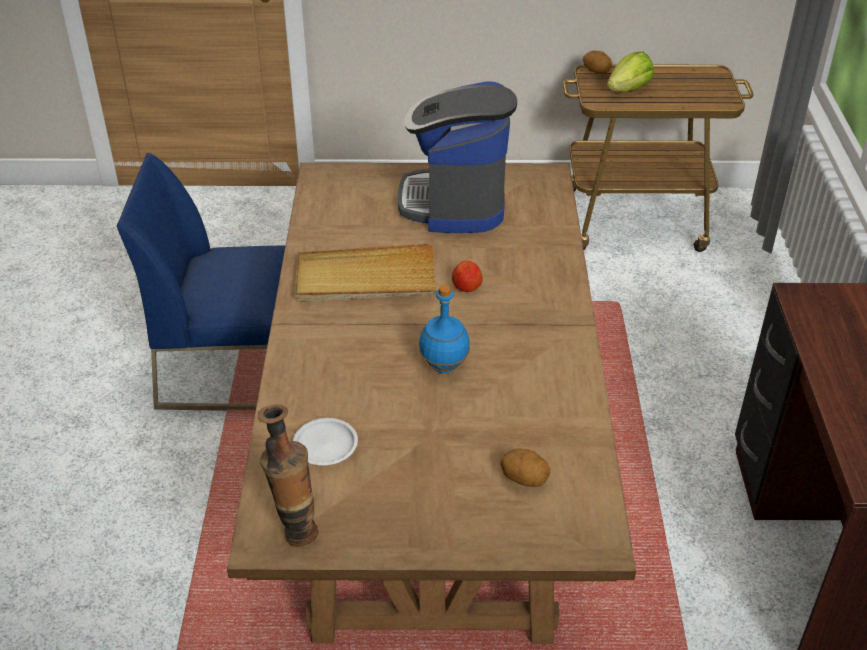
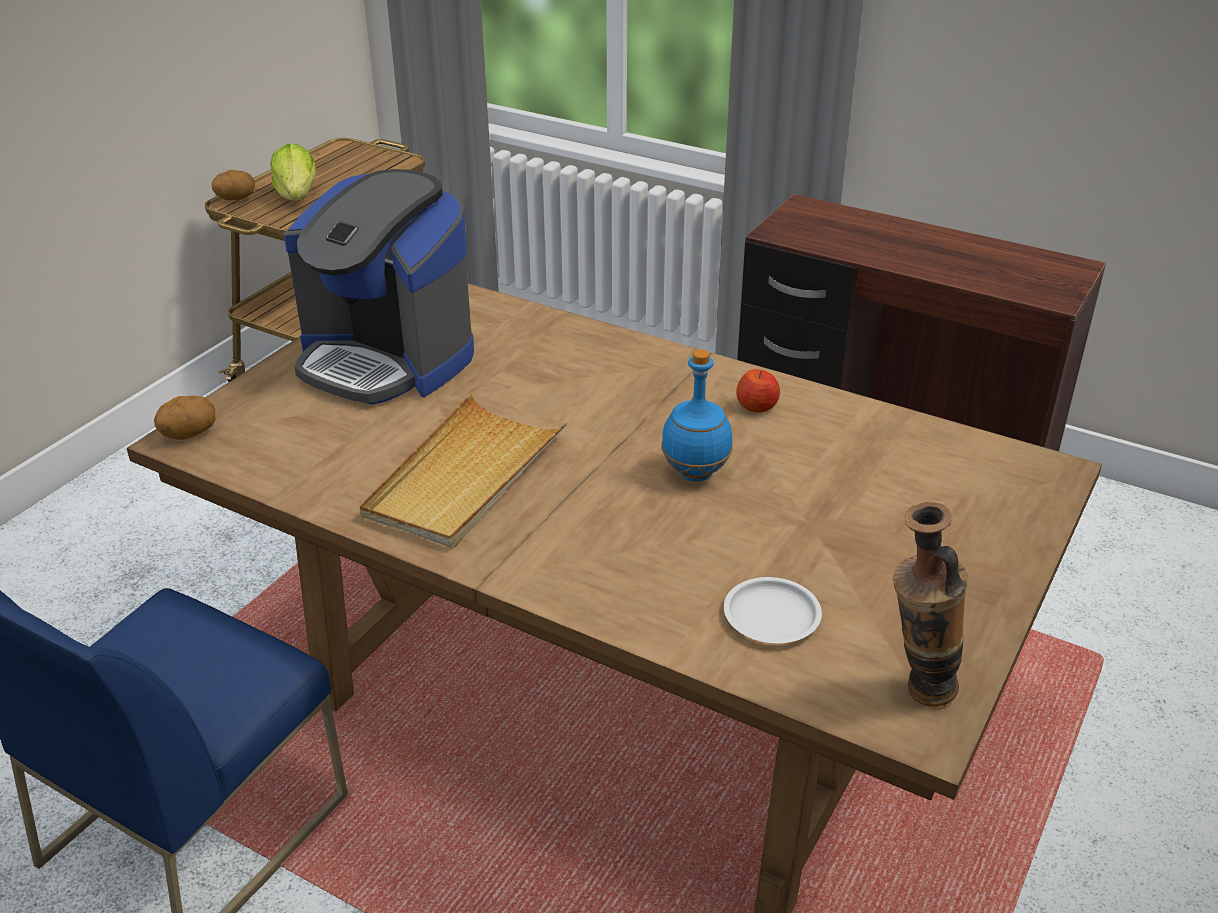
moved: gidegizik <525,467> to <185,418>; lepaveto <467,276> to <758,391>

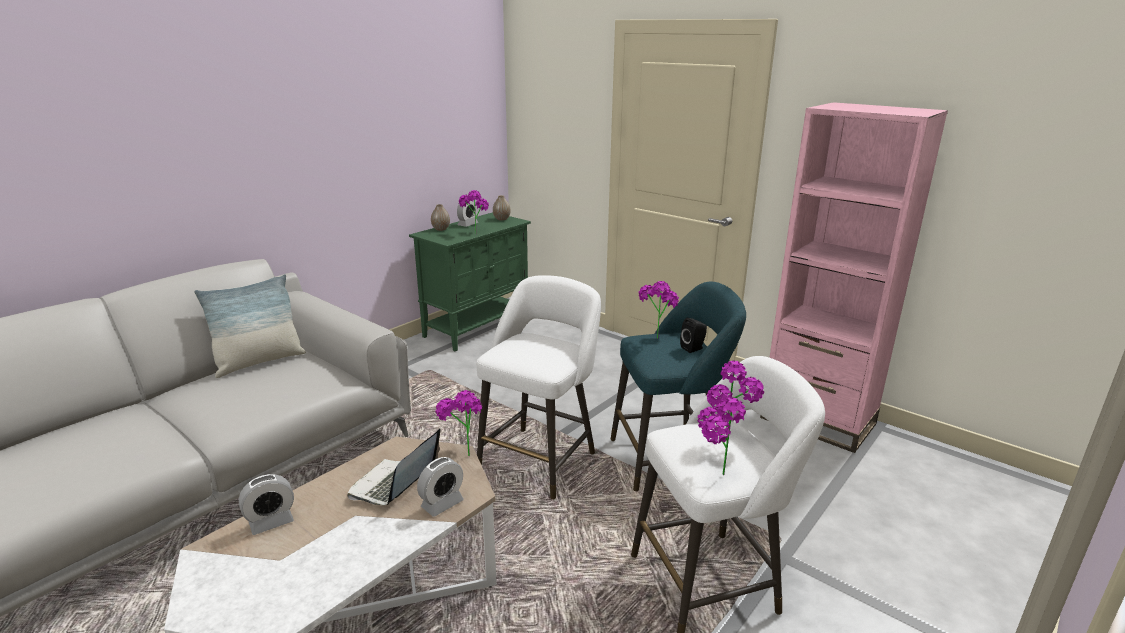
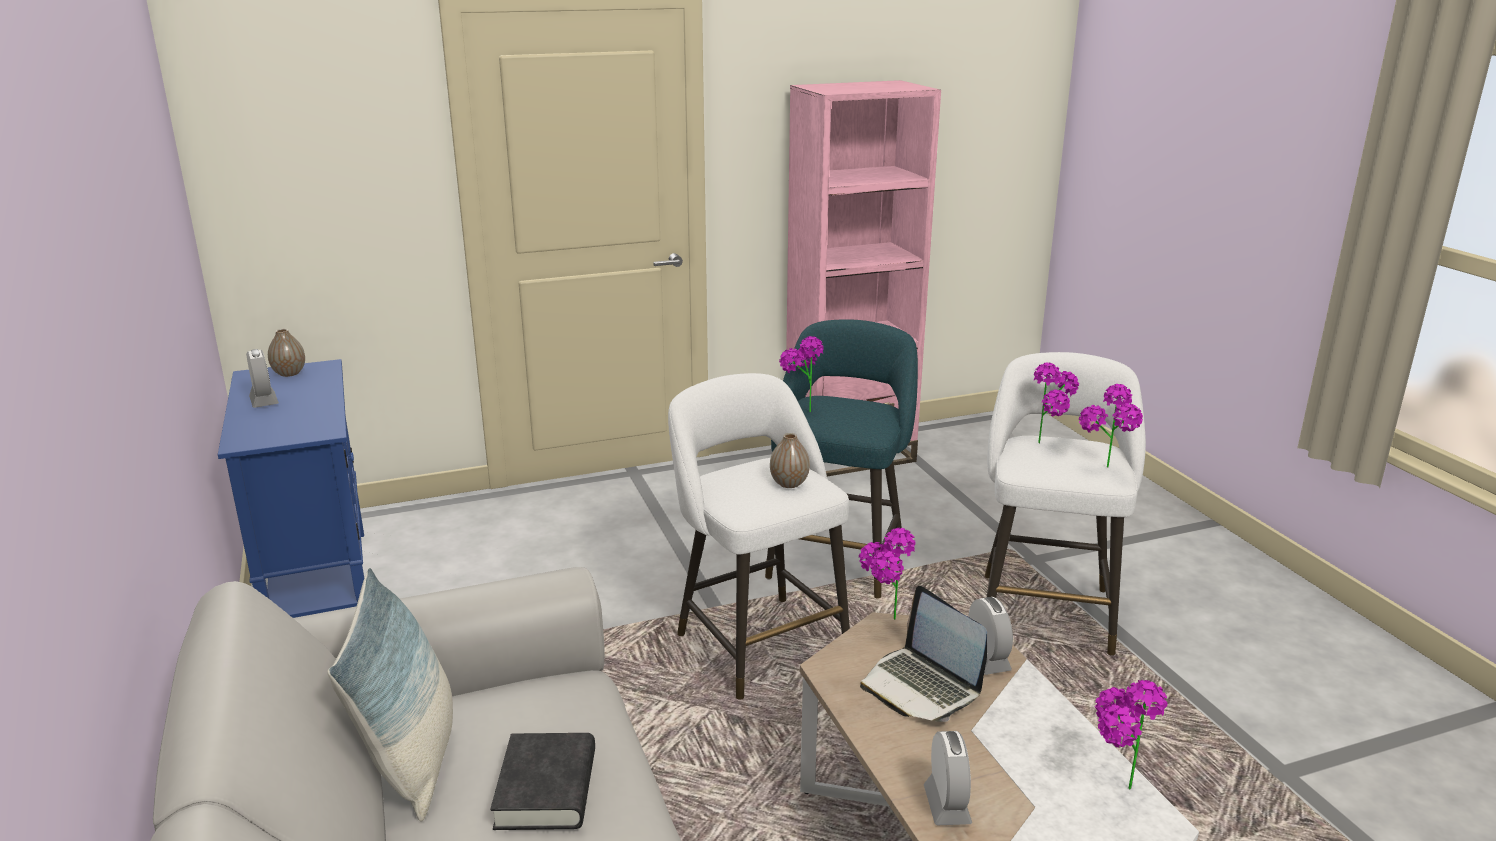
removed: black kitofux <693,335>
added: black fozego <542,781>
moved: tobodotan <440,217> to <790,460>; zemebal <474,212> to <1131,735>
recoloured: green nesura <470,281> to blue nesura <291,488>

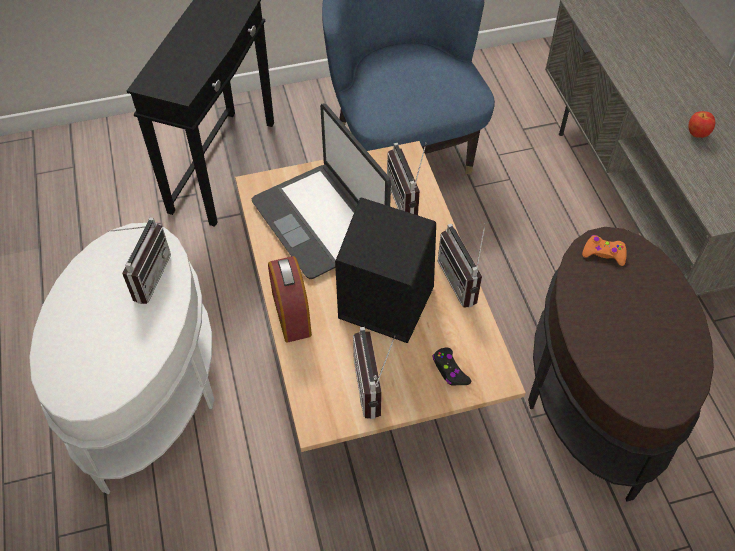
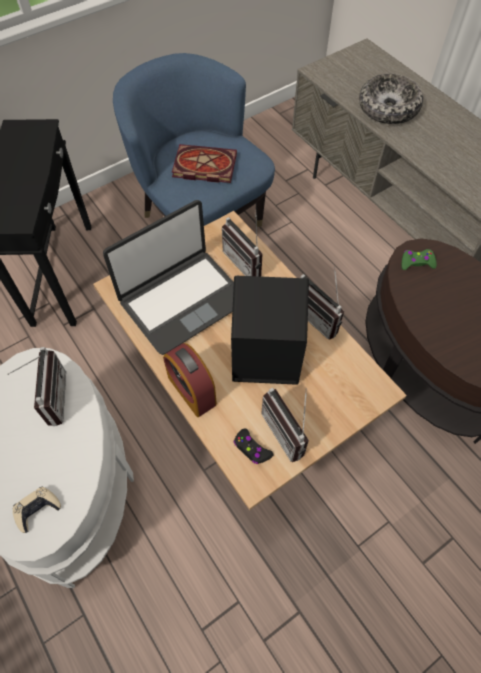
removed: lepaveto <701,124>
added: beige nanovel <37,510>; fozego <204,163>; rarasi <391,99>
moved: black nanovel <452,366> to <253,446>
recoloured: orange nanovel <604,250> to green nanovel <419,259>
turned: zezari <321,191> = <168,277> 75 degrees counterclockwise

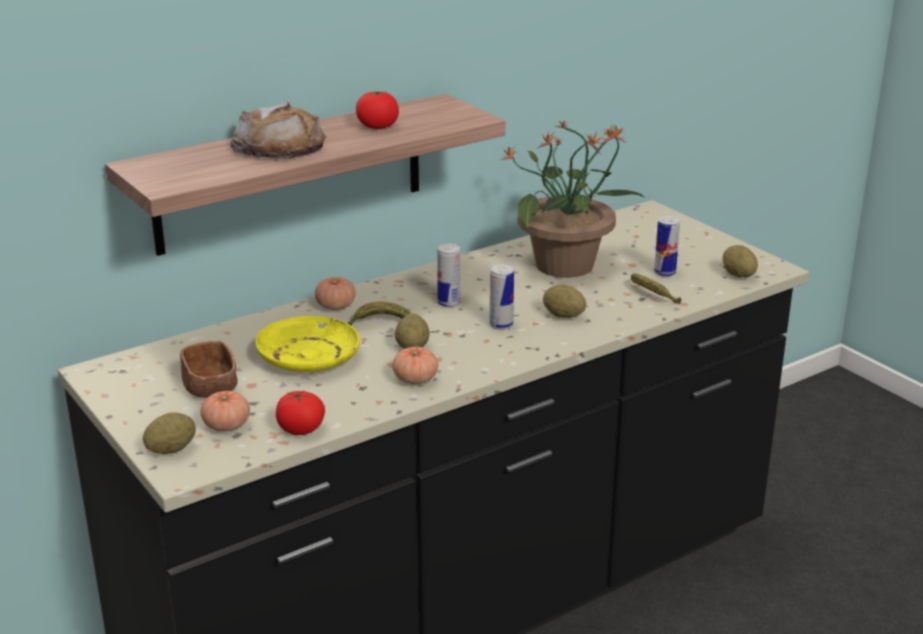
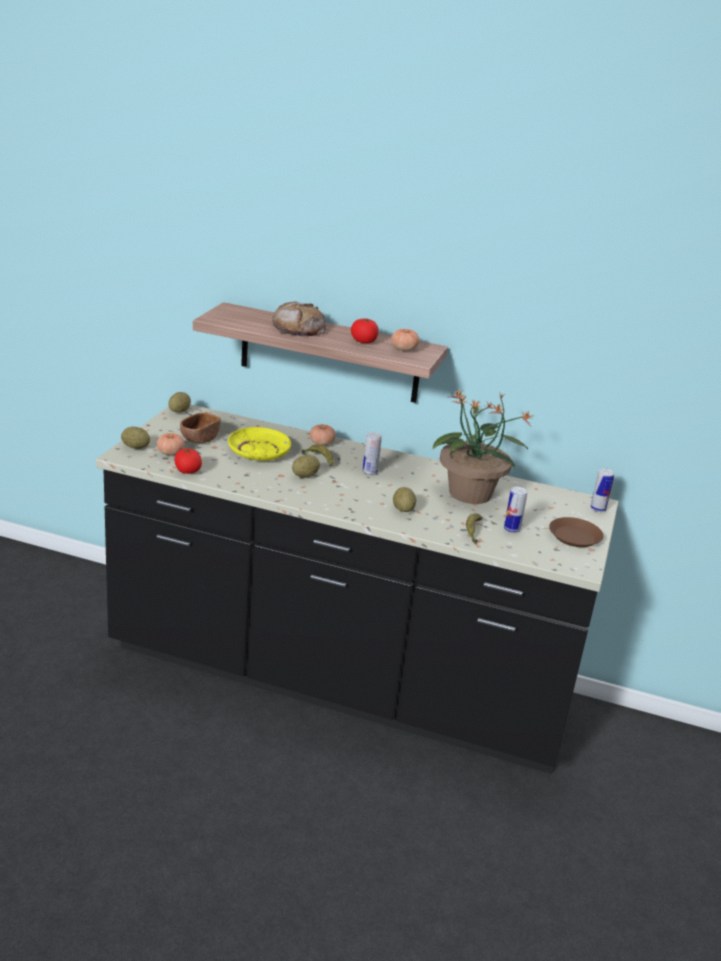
added: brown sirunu <576,532>
moved: gidegizik <740,261> to <179,402>; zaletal <415,365> to <405,340>; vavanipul <502,297> to <602,490>

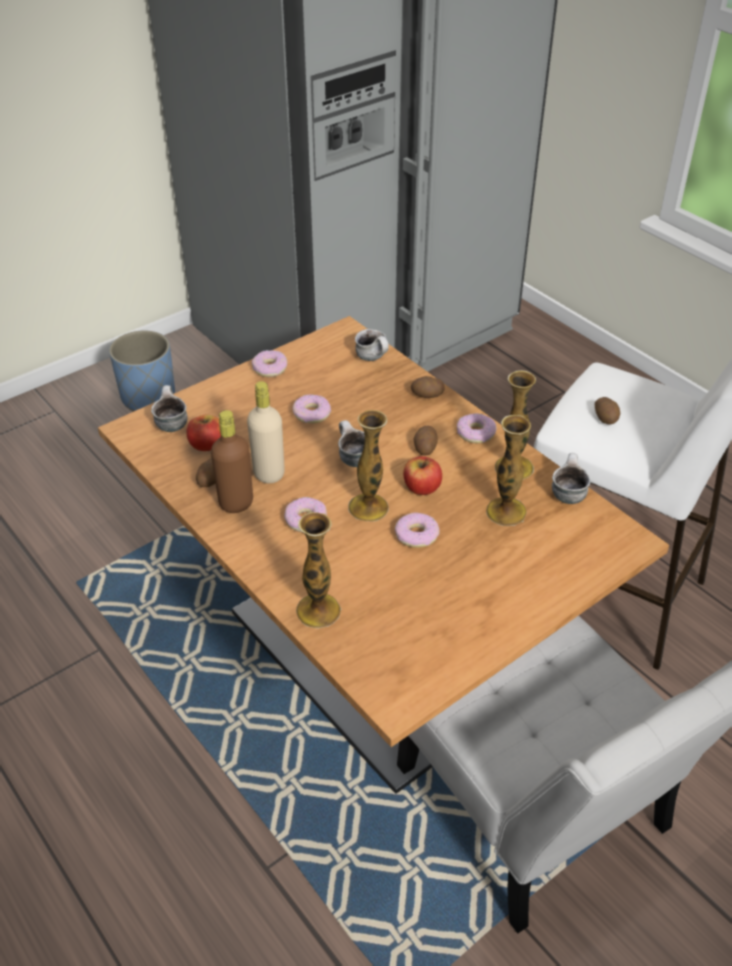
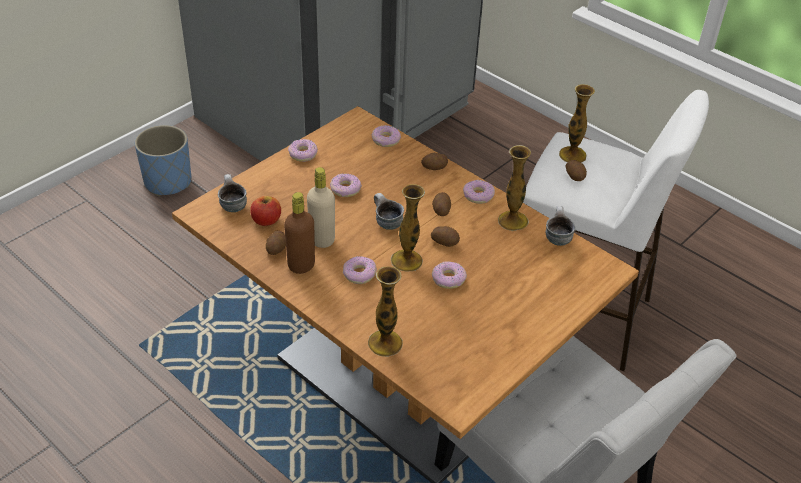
moved: tobodotan <508,470> to <577,123>
replaced: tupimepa <372,345> to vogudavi <386,136>; lepaveto <422,475> to gidegizik <445,236>

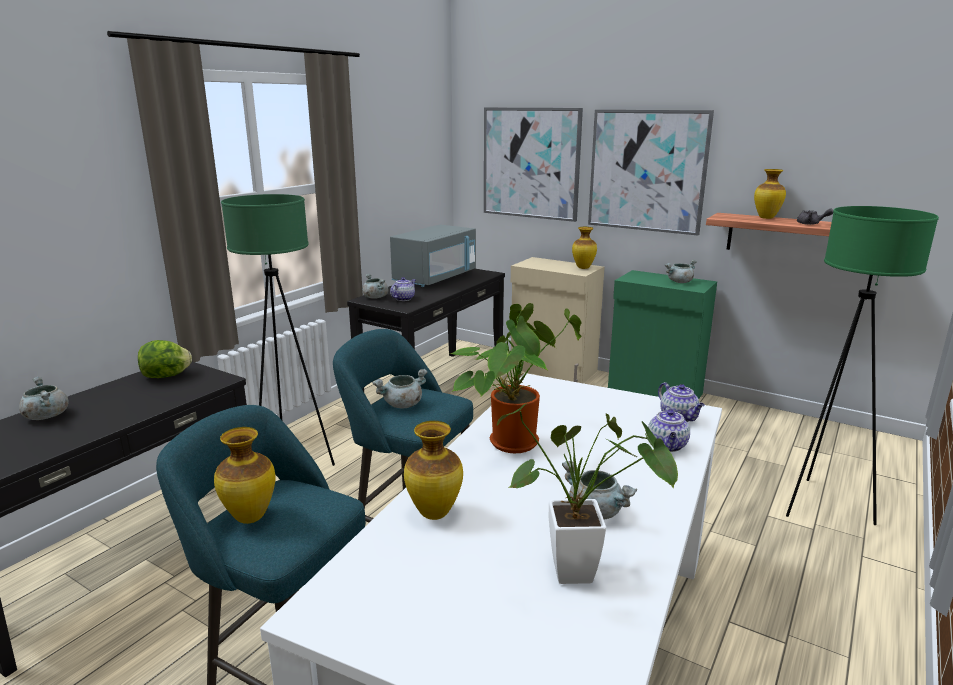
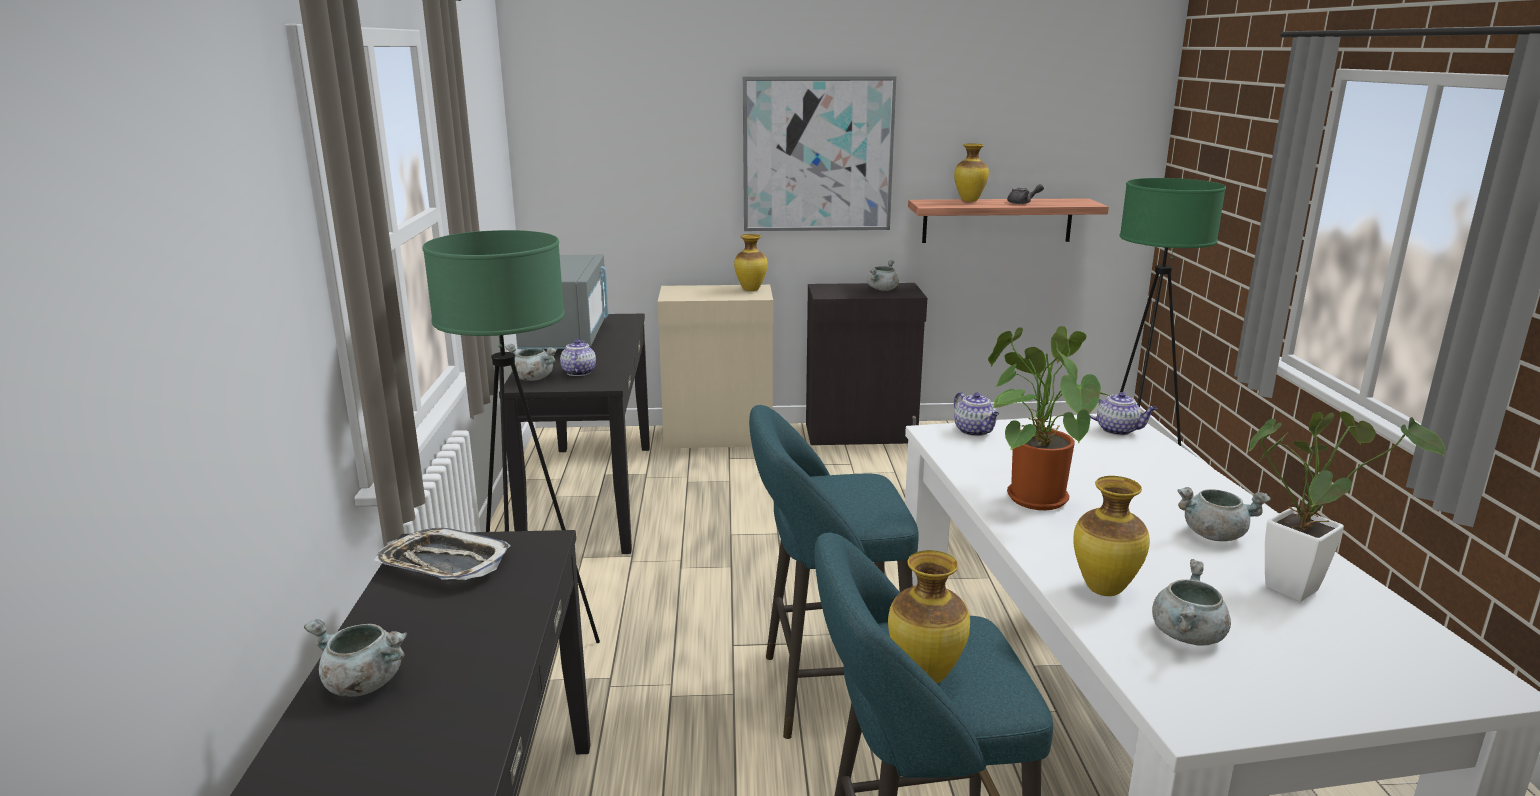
removed: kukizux <533,165>
moved: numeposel <669,429> to <976,414>; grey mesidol <399,388> to <1191,602>
replaced: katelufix <165,359> to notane <442,554>
recoloured: green nesura <662,334> to black nesura <866,364>

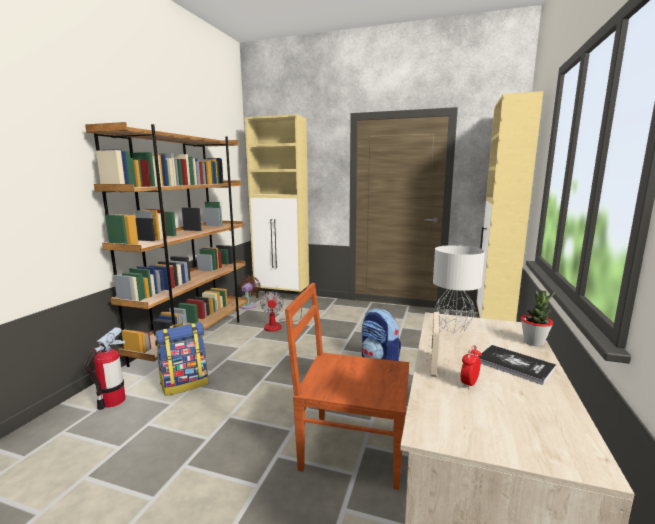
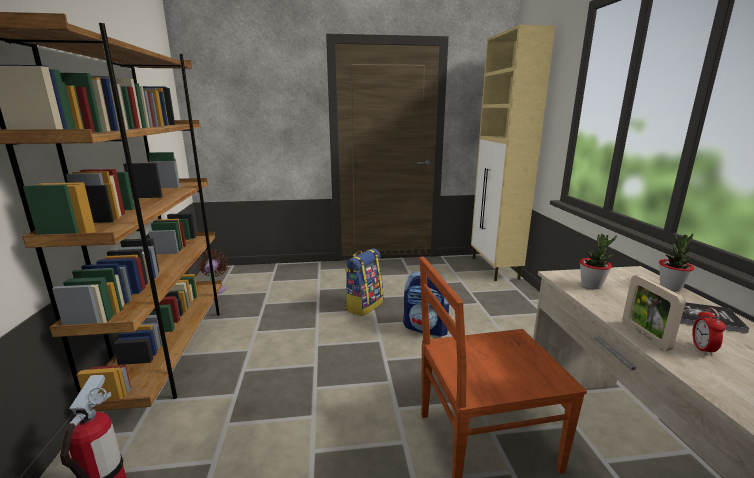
removed: beige nesura <277,206>; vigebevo <281,312>
moved: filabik <181,359> to <364,282>
replaced: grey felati <459,289> to zemebal <598,261>

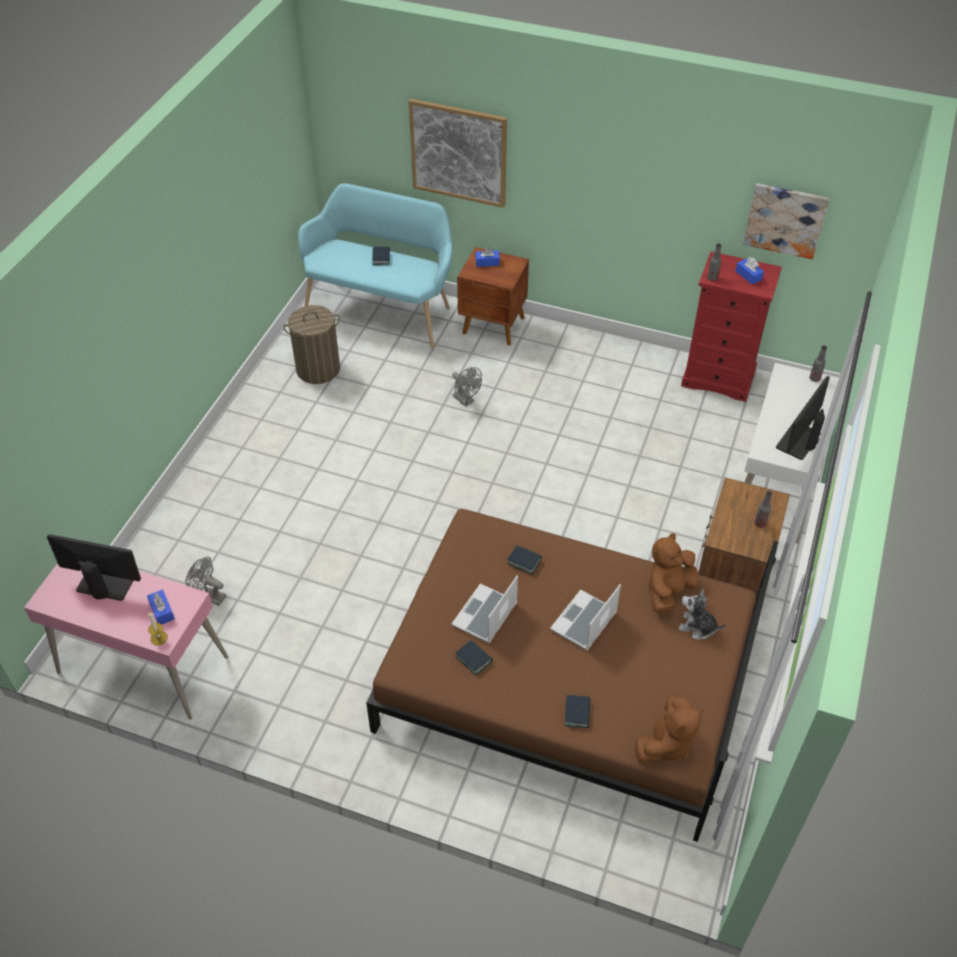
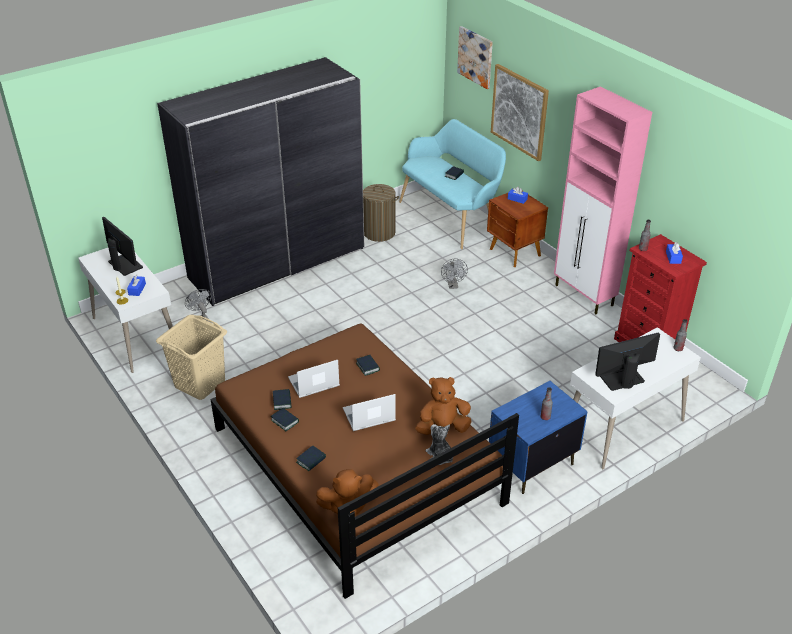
added: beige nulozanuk <191,357>; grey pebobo <260,181>; fozego <285,419>; pink nesura <603,200>
moved: kukizux <786,221> to <475,57>
recoloured: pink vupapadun <126,641> to white vupapadun <125,310>; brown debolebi <744,537> to blue debolebi <538,437>

